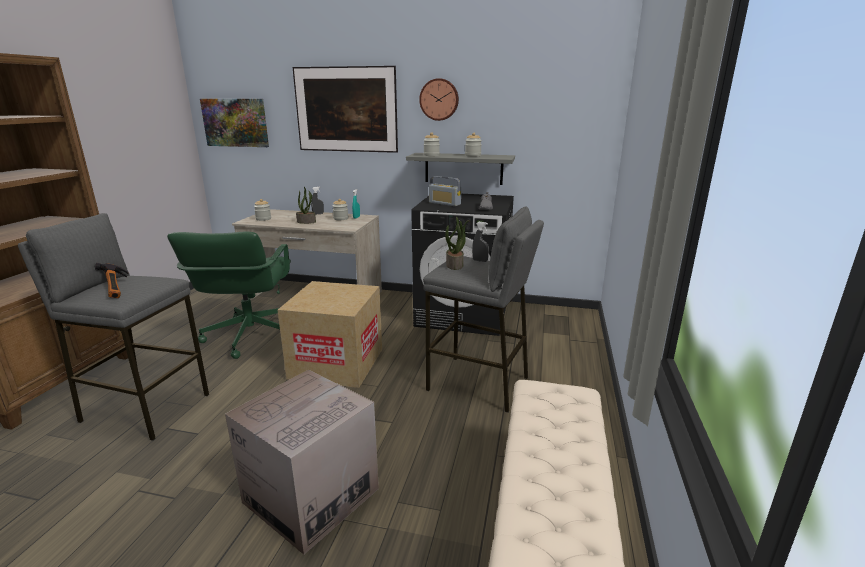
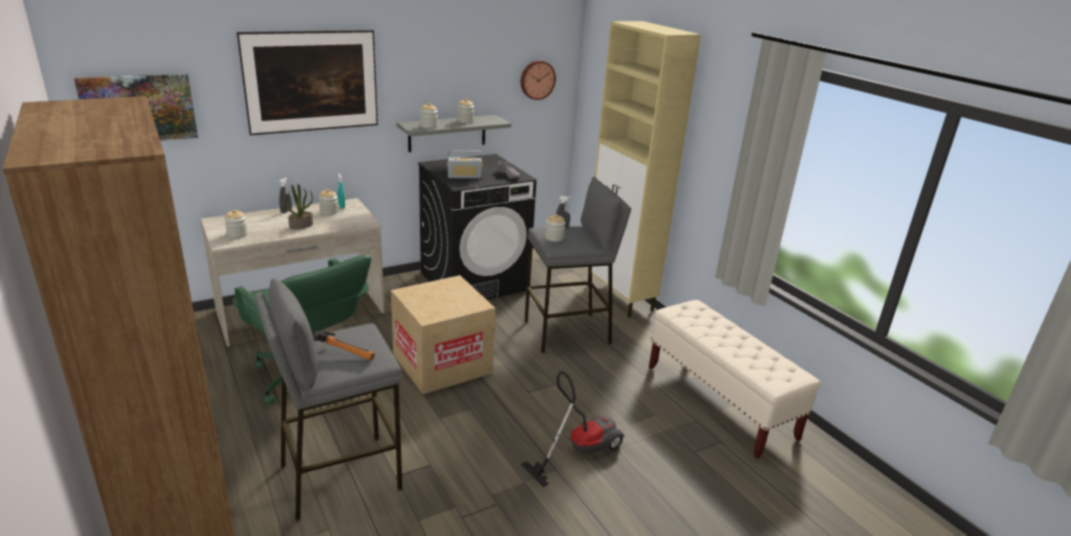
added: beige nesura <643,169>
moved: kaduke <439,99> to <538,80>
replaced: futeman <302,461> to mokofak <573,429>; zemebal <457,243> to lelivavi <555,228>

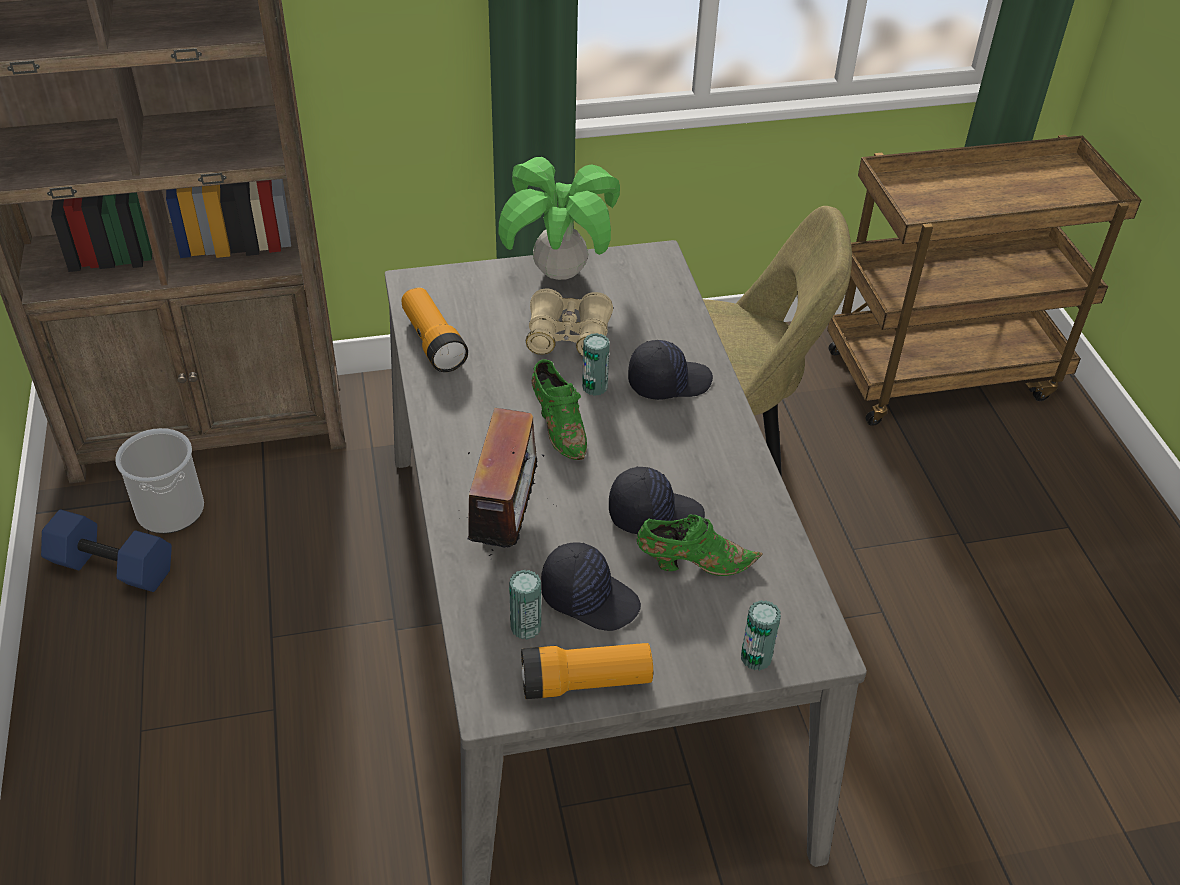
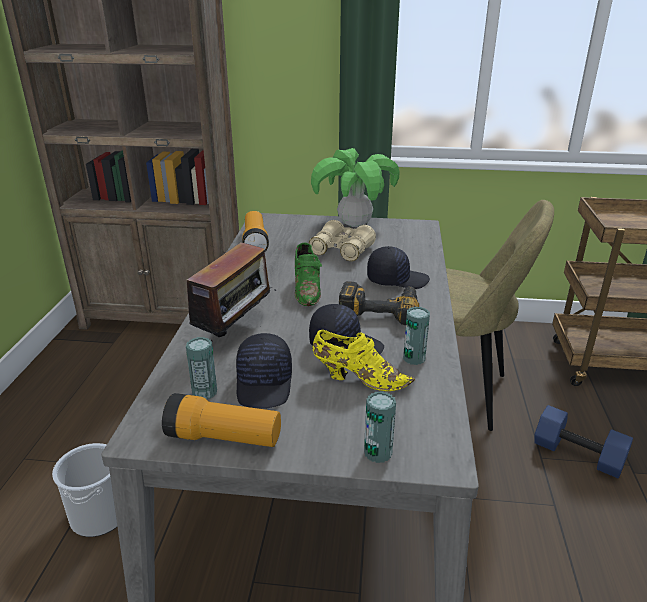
added: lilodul <379,303>
moved: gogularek <159,481> to <84,490>; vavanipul <596,364> to <416,336>; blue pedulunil <106,550> to <583,441>
recoloured: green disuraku <699,545> to yellow disuraku <363,360>
turned: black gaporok <591,586> = <264,371> 45 degrees clockwise

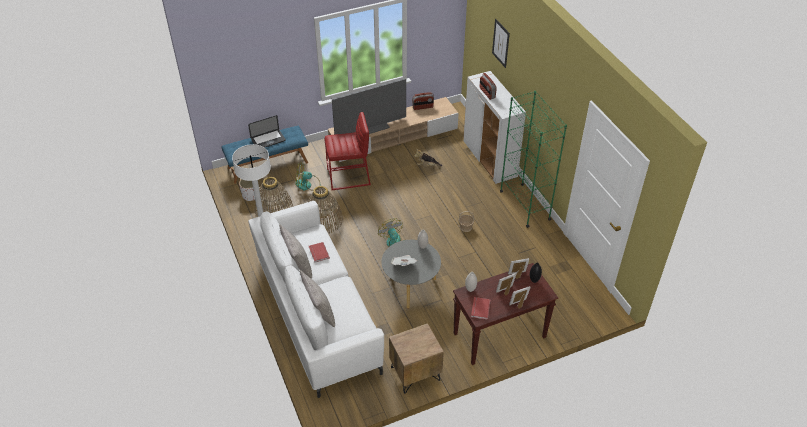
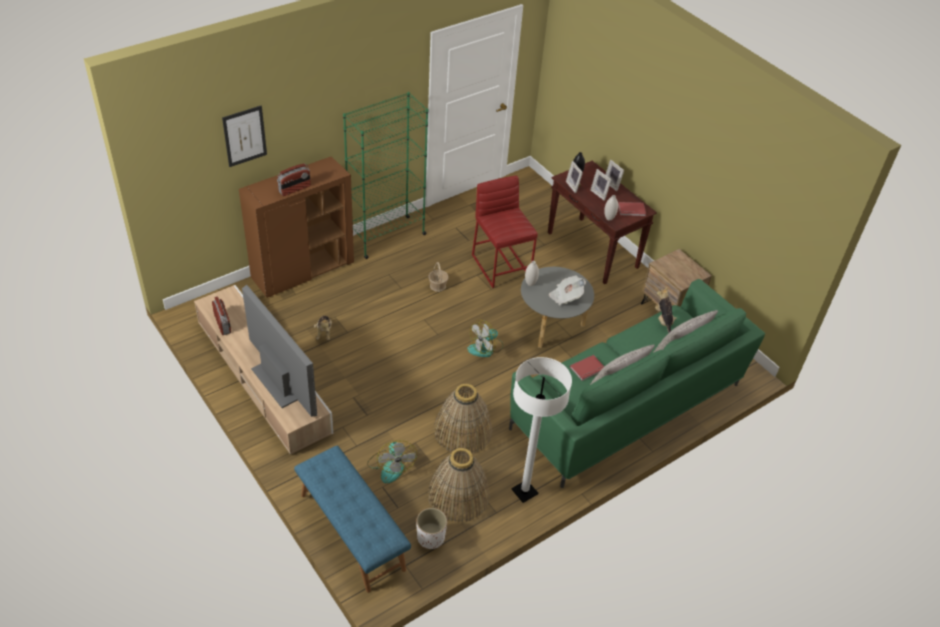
removed: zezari <267,131>
added: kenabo <666,309>
moved: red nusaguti <348,151> to <505,232>
recoloured: white nesura <494,127> to brown nesura <296,227>; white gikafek <316,299> to green gikafek <637,383>

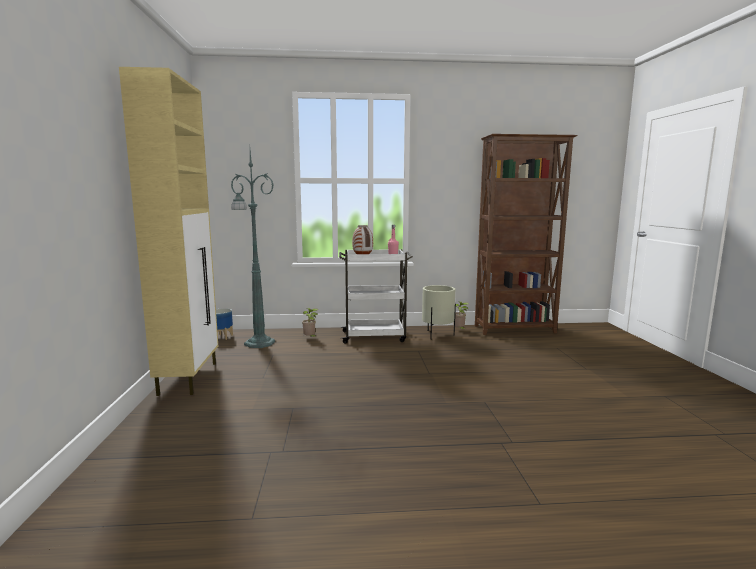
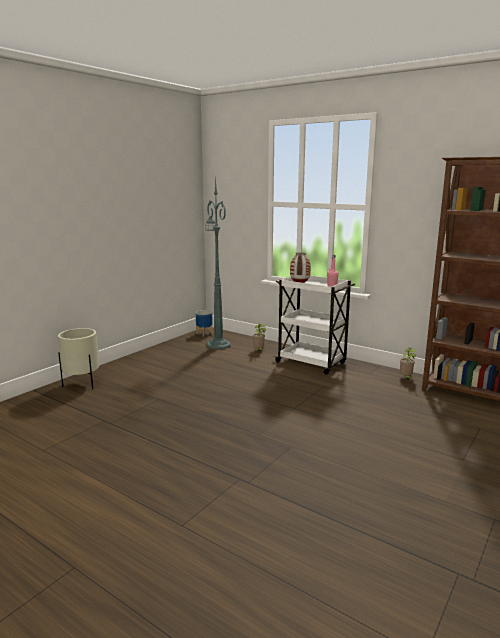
removed: beige nesura <168,231>
moved: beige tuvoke <439,312> to <78,359>

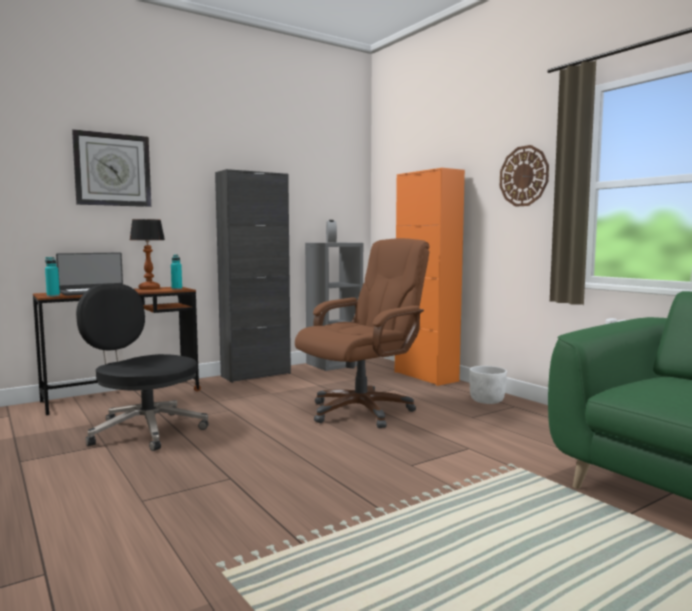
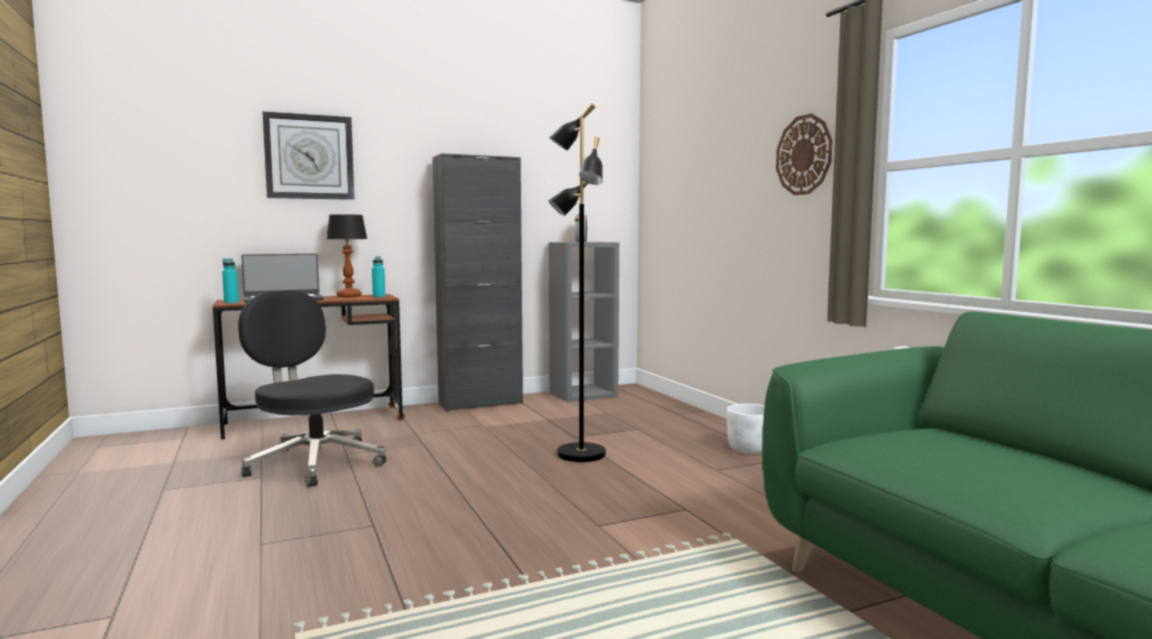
removed: orange nesura <430,277>
replaced: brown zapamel <362,333> to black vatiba <577,282>

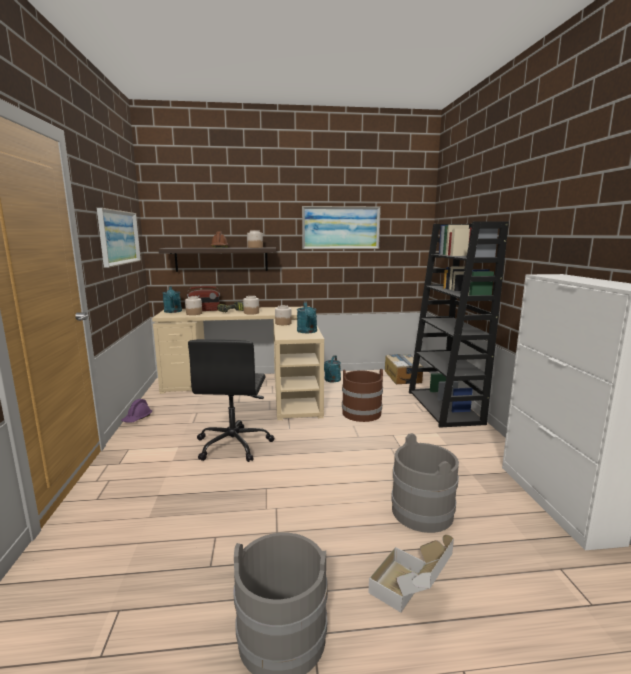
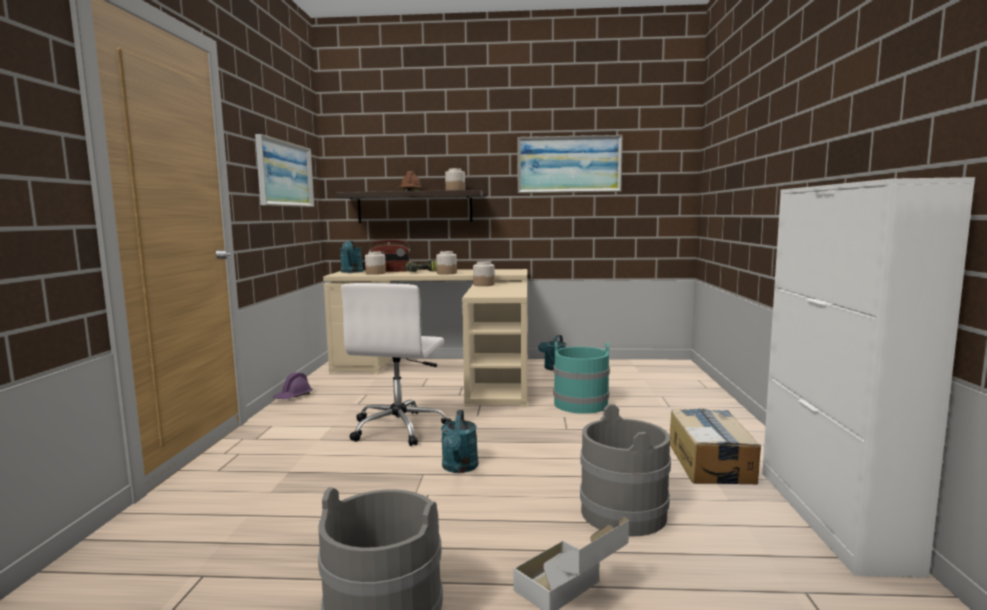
removed: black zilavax <459,324>
moved: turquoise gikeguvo <307,317> to <459,441>; futeman <404,369> to <715,446>
recoloured: black zapamel <231,400> to white zapamel <396,364>; brown gogularek <362,395> to turquoise gogularek <581,378>

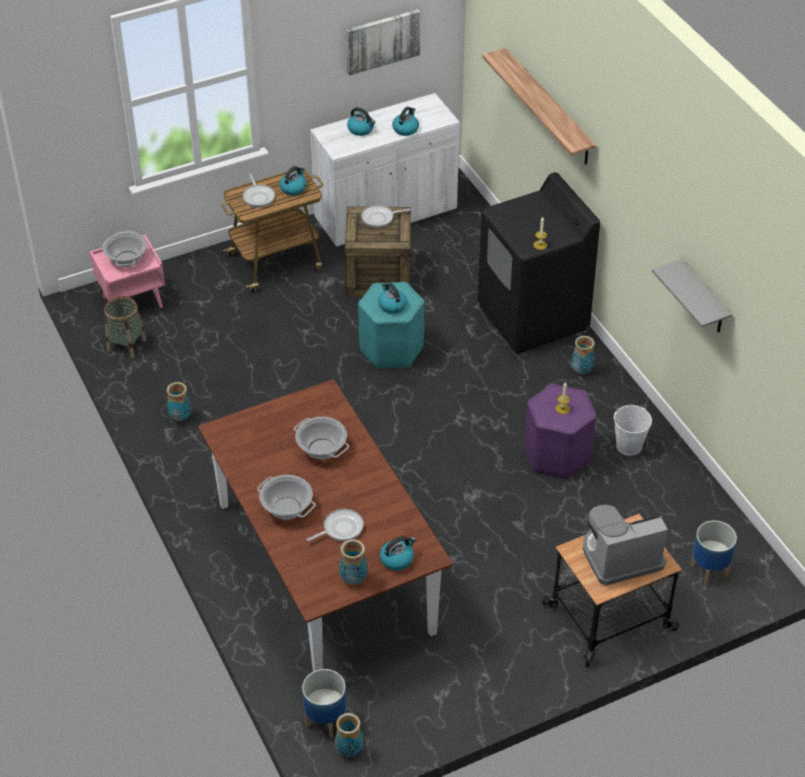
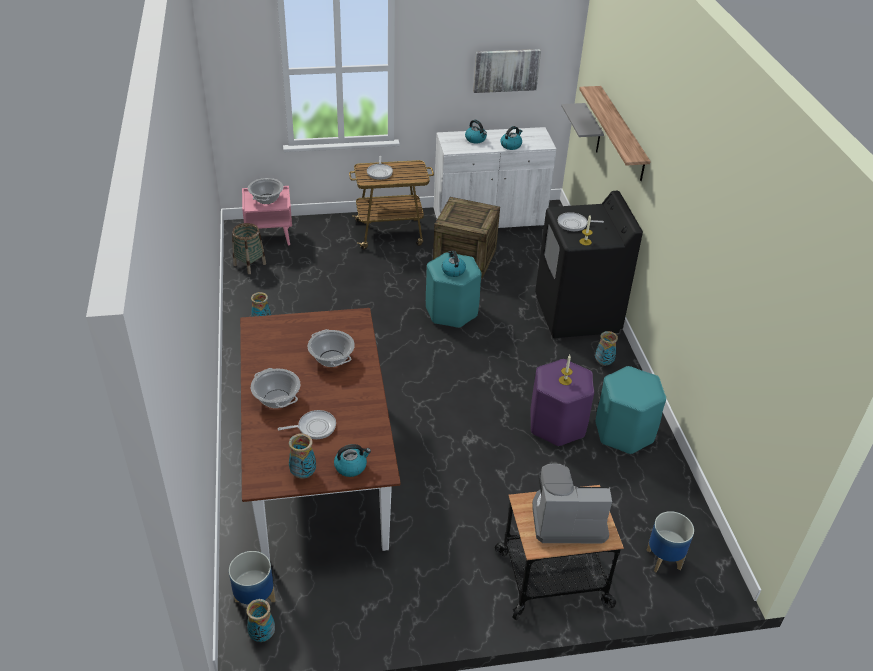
removed: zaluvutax <293,180>
moved: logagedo <385,216> to <581,221>; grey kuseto <692,295> to <582,127>
replaced: white gogularek <633,430> to turquoise nusaguti <631,410>

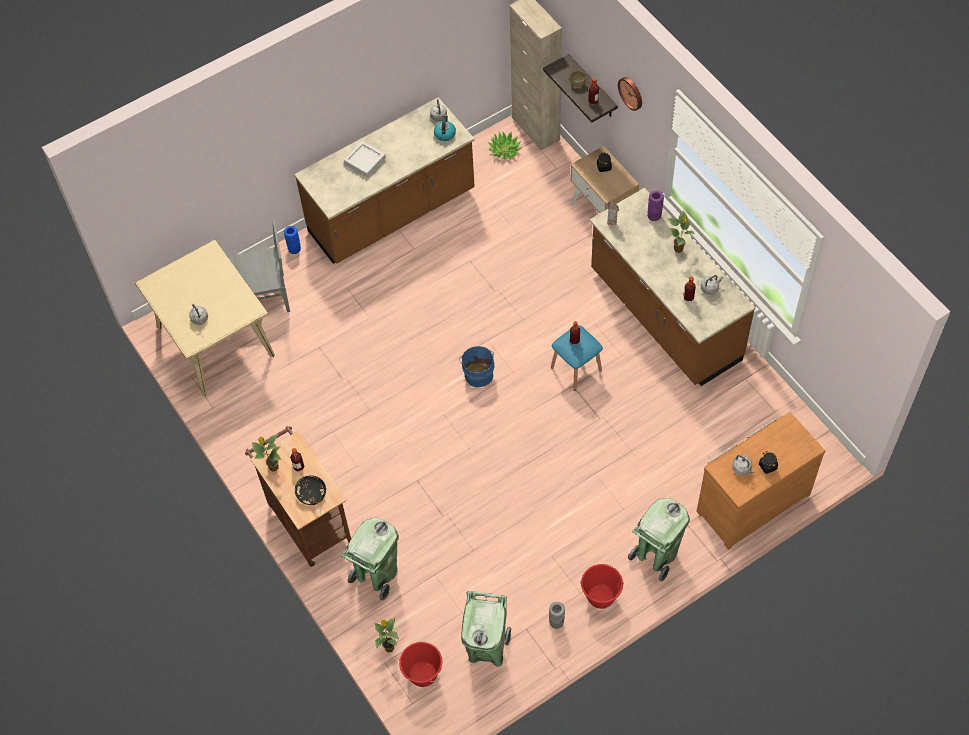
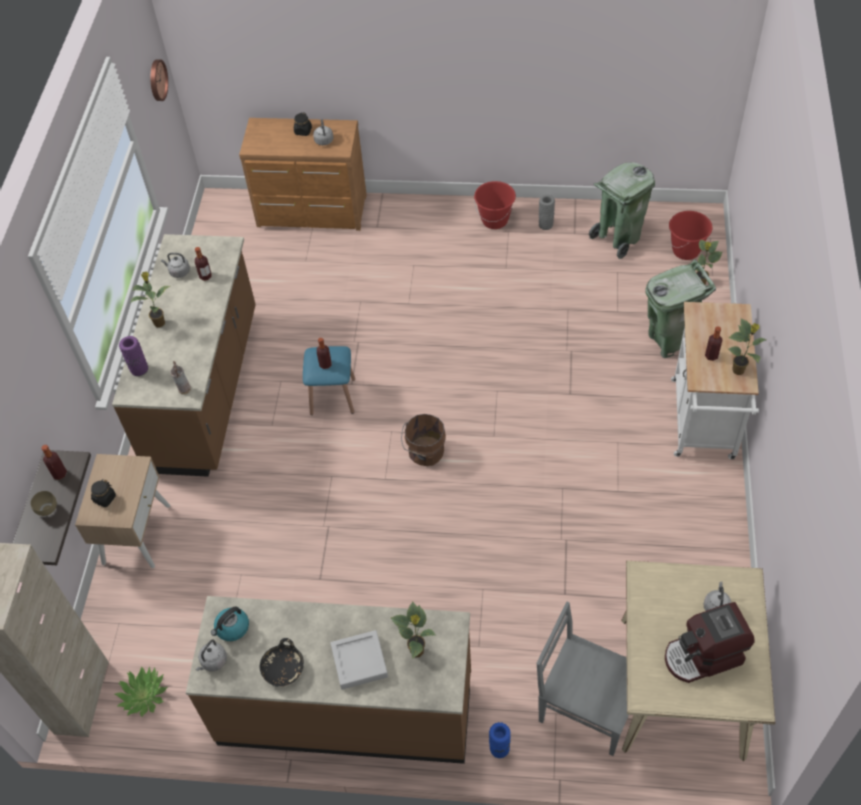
removed: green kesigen <659,539>
added: zemebal <414,630>; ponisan <710,642>
moved: kaduke <630,94> to <159,80>; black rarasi <310,490> to <282,662>
recoloured: blue gogularek <477,366> to brown gogularek <423,440>; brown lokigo <298,496> to white lokigo <715,380>

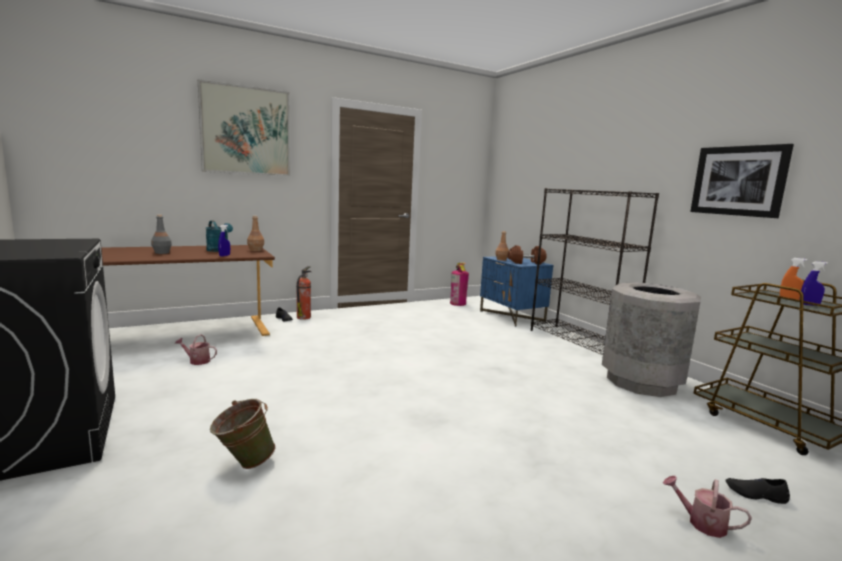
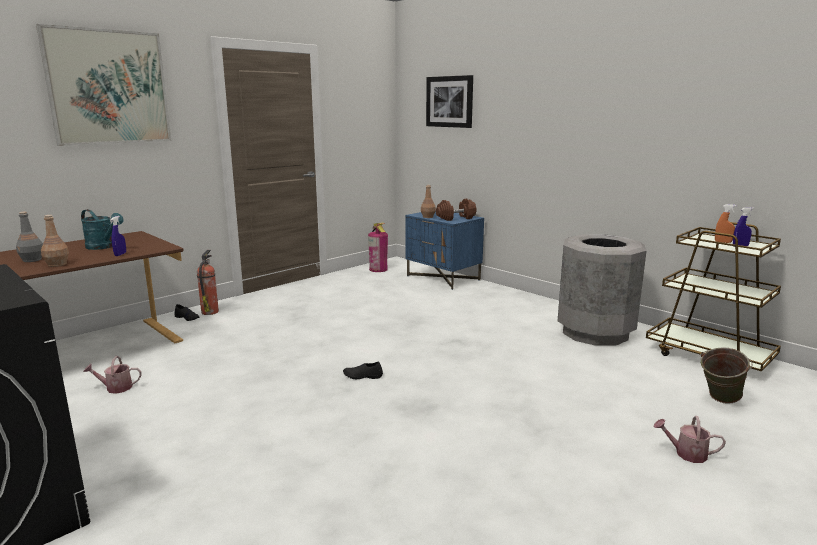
removed: black zilavax <595,271>
moved: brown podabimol <255,233> to <55,241>; black disuraku <757,491> to <363,370>; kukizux <742,181> to <449,101>; green gogularek <243,434> to <726,375>

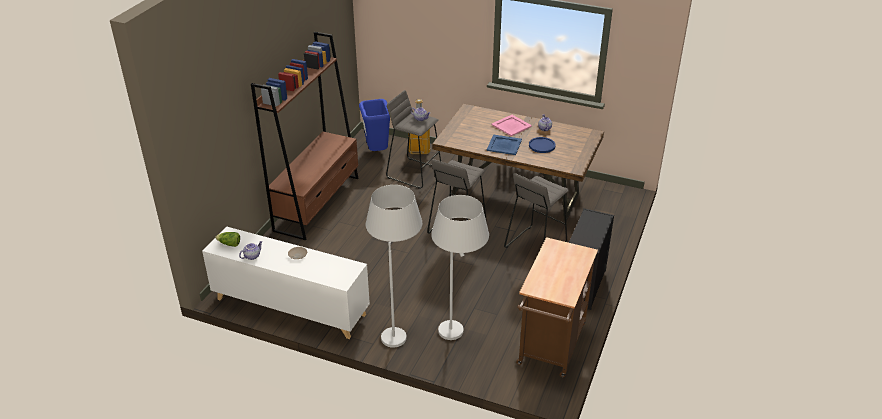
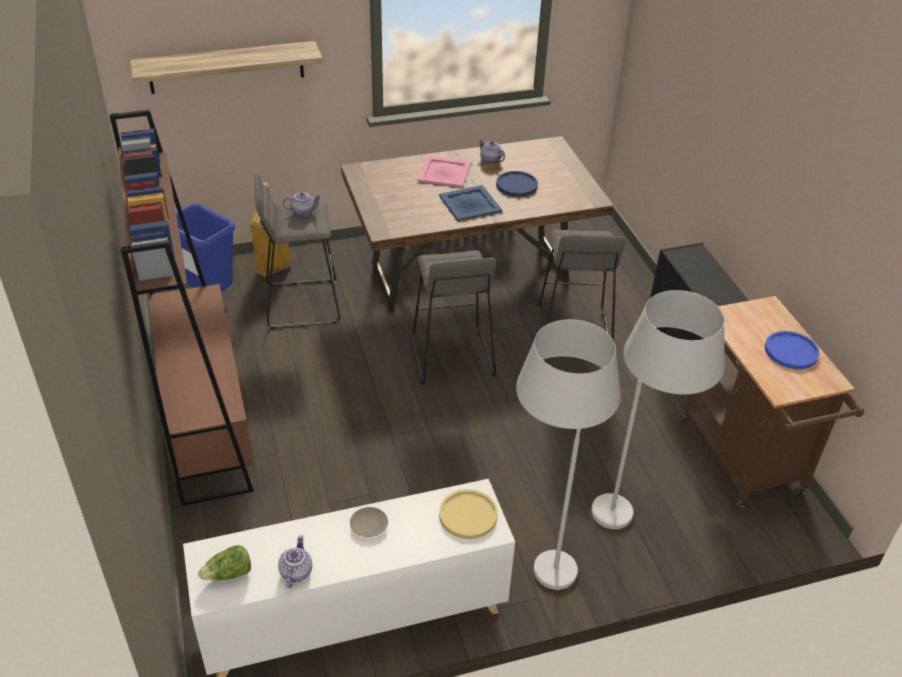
added: kuseto <226,67>; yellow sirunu <468,514>; blue sirunu <792,350>

